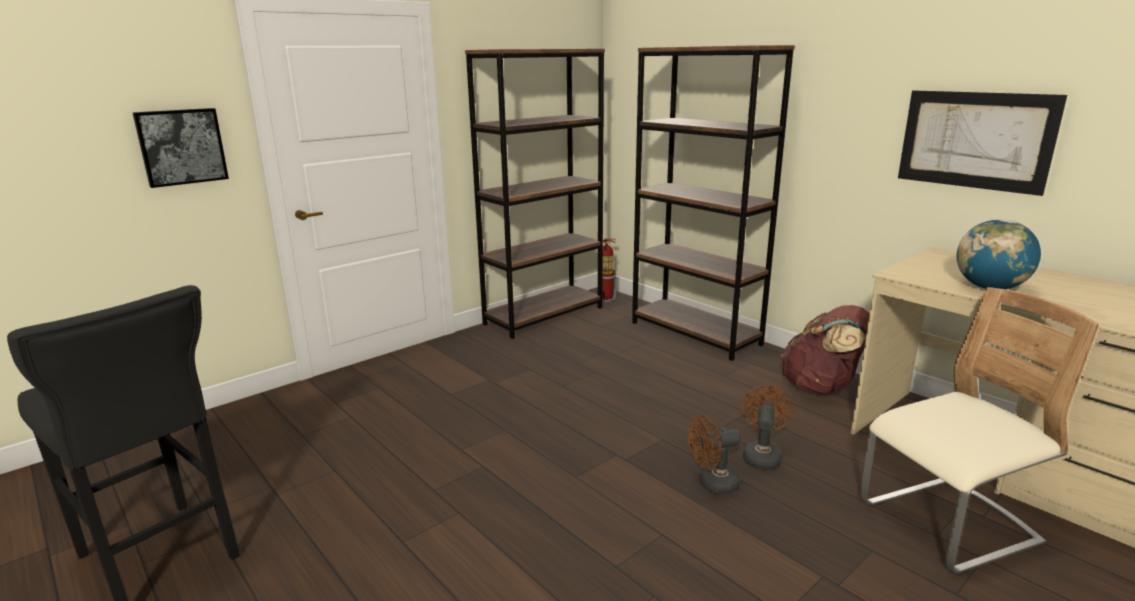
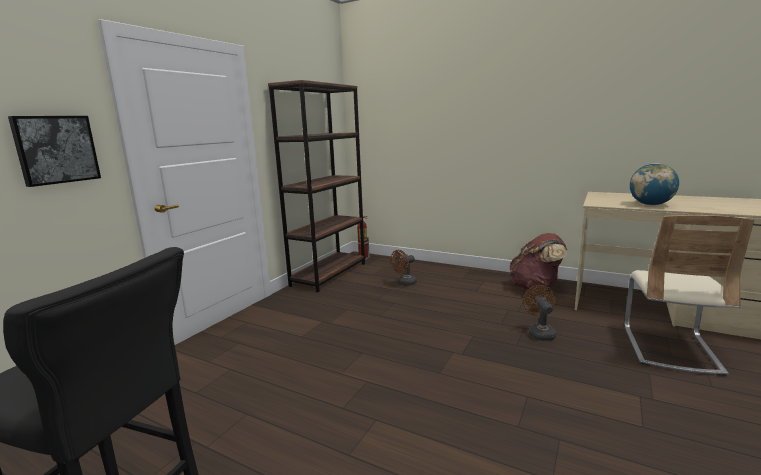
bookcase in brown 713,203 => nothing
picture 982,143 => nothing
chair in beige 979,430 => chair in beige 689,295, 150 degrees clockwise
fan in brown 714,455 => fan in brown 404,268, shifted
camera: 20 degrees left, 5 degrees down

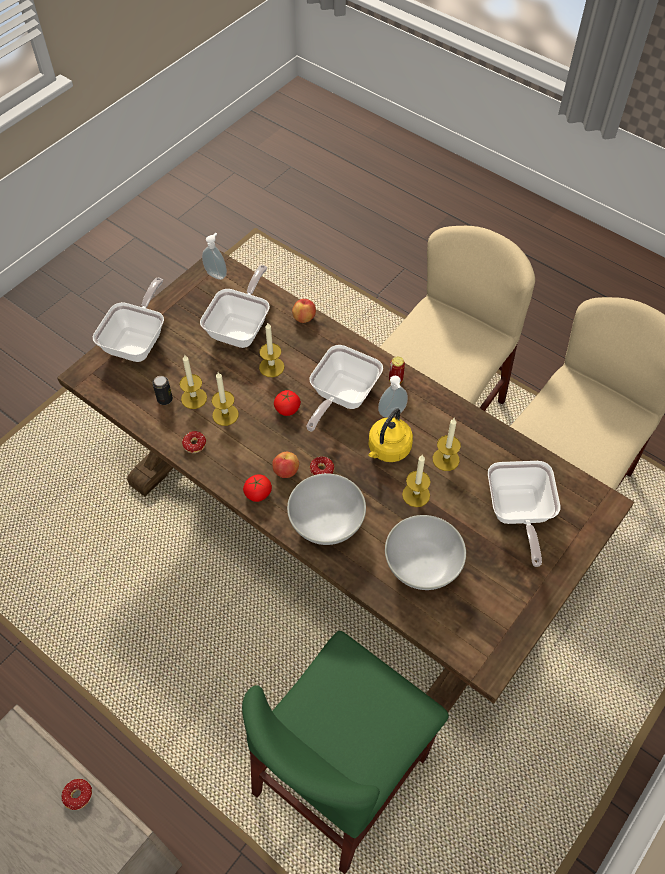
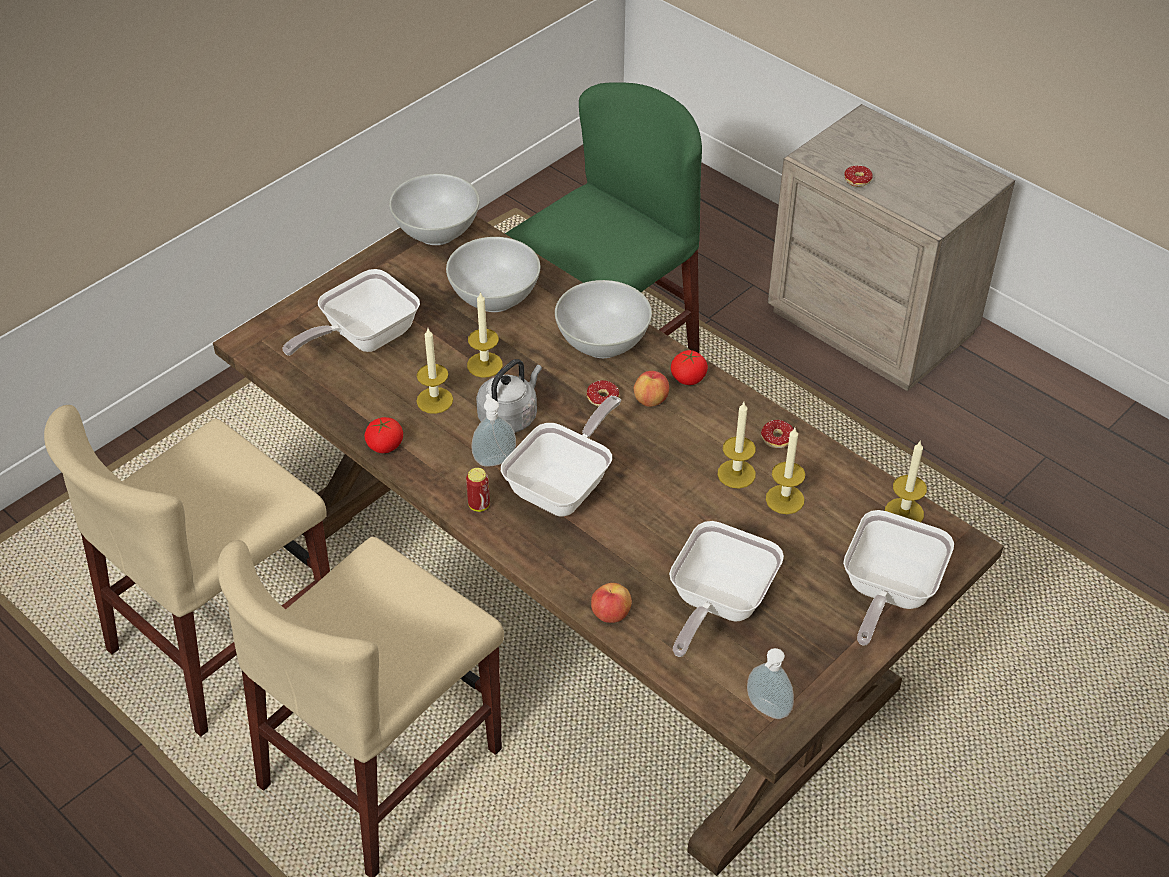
candle 271,350 => candle 906,481, shifted
can 162,390 => nothing
tomato 287,403 => tomato 383,435, shifted
kettle in yellow 390,435 => kettle in grey 509,396
frying pan 524,514 => frying pan 351,312, 135 degrees counterclockwise
nothing => bowl in white 434,209
camera: 175 degrees left, 10 degrees down

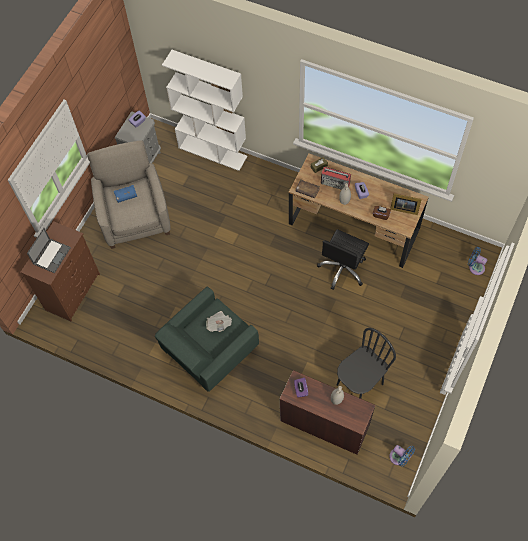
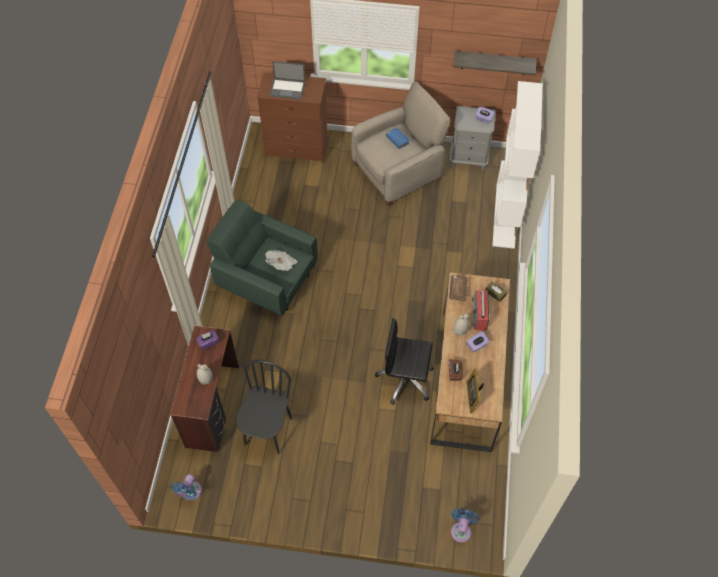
chair in black 366,363 => chair in black 264,407, 105 degrees counterclockwise
nothing => shelf 495,63
camera: 70 degrees right, 5 degrees down

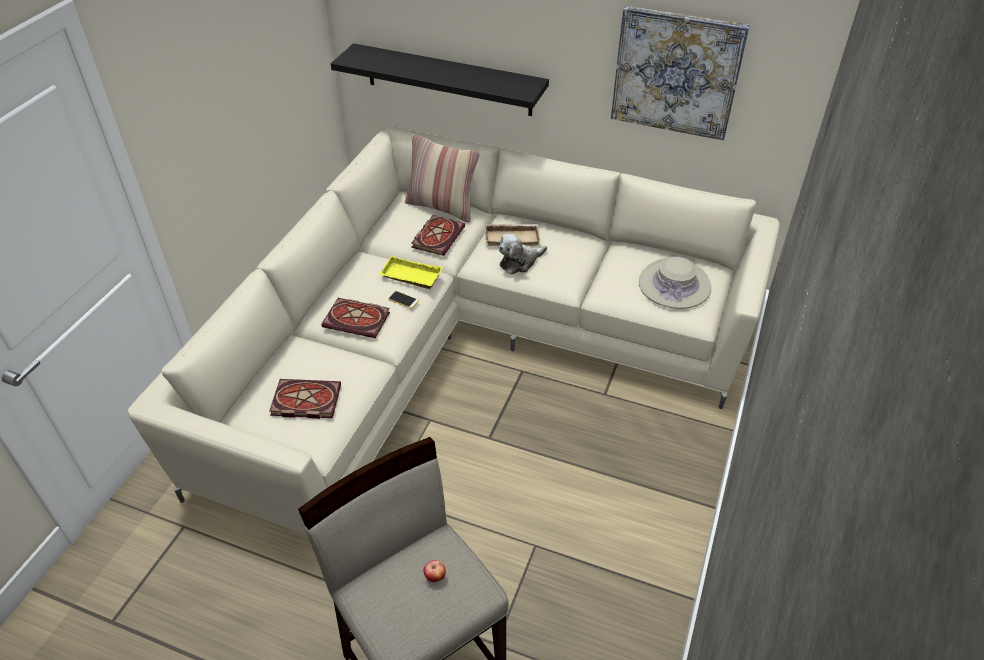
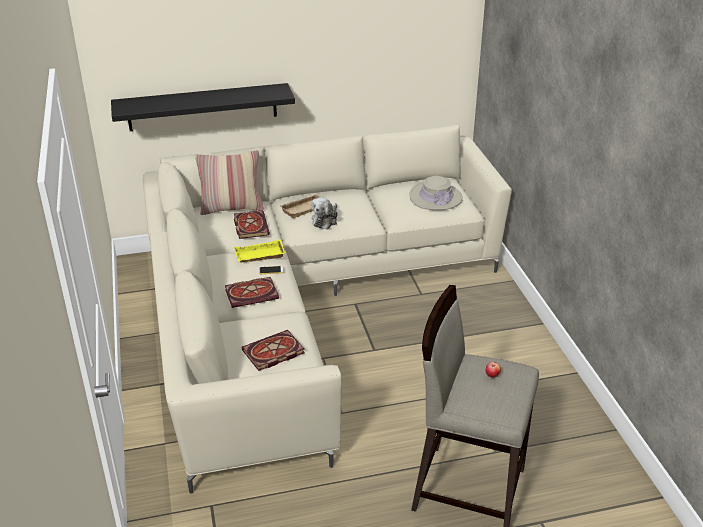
picture 680,73 => nothing
camera: 35 degrees left, 10 degrees down

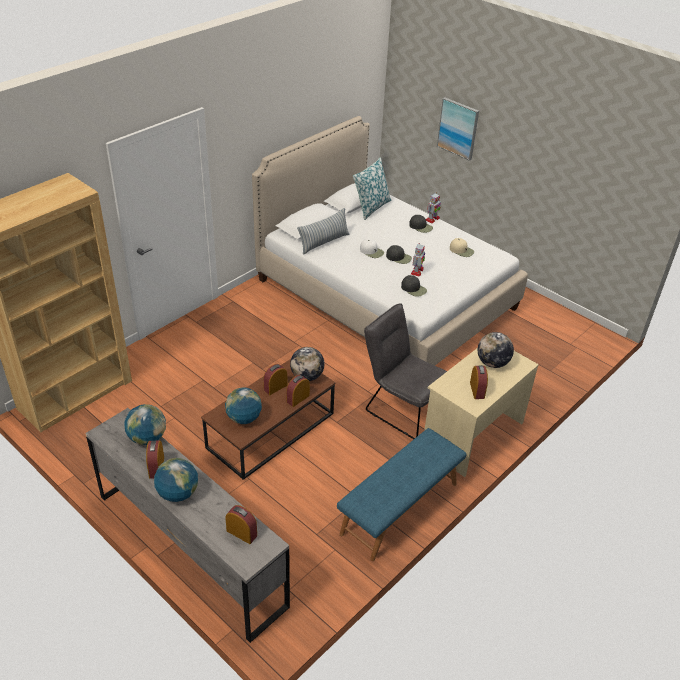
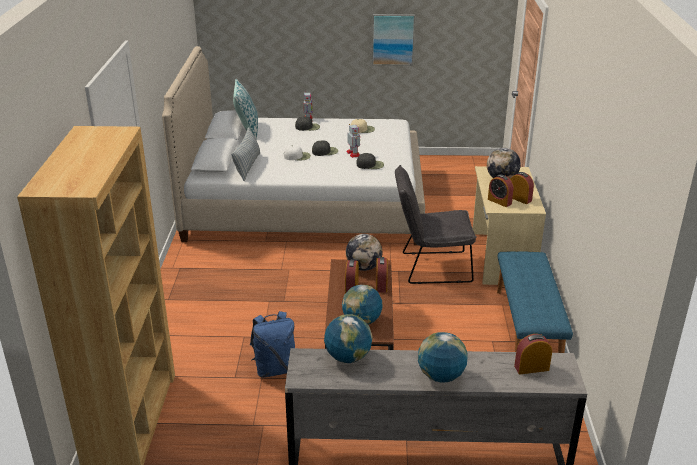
picture 458,129 => picture 393,40, shifted
alarm clock 155,459 => alarm clock 501,191, shifted
nothing => backpack in blue 272,344
camera: 40 degrees left, 10 degrees down

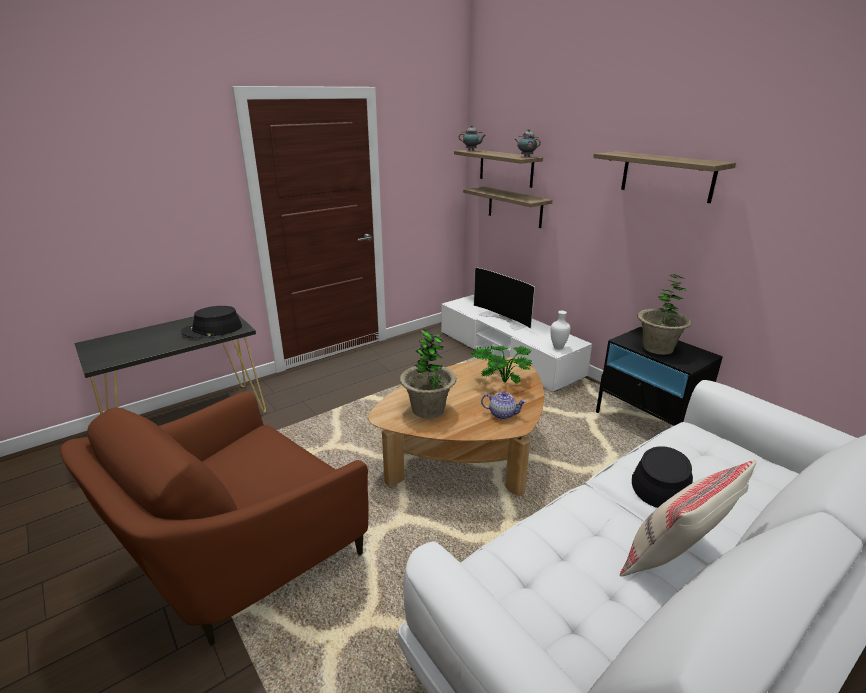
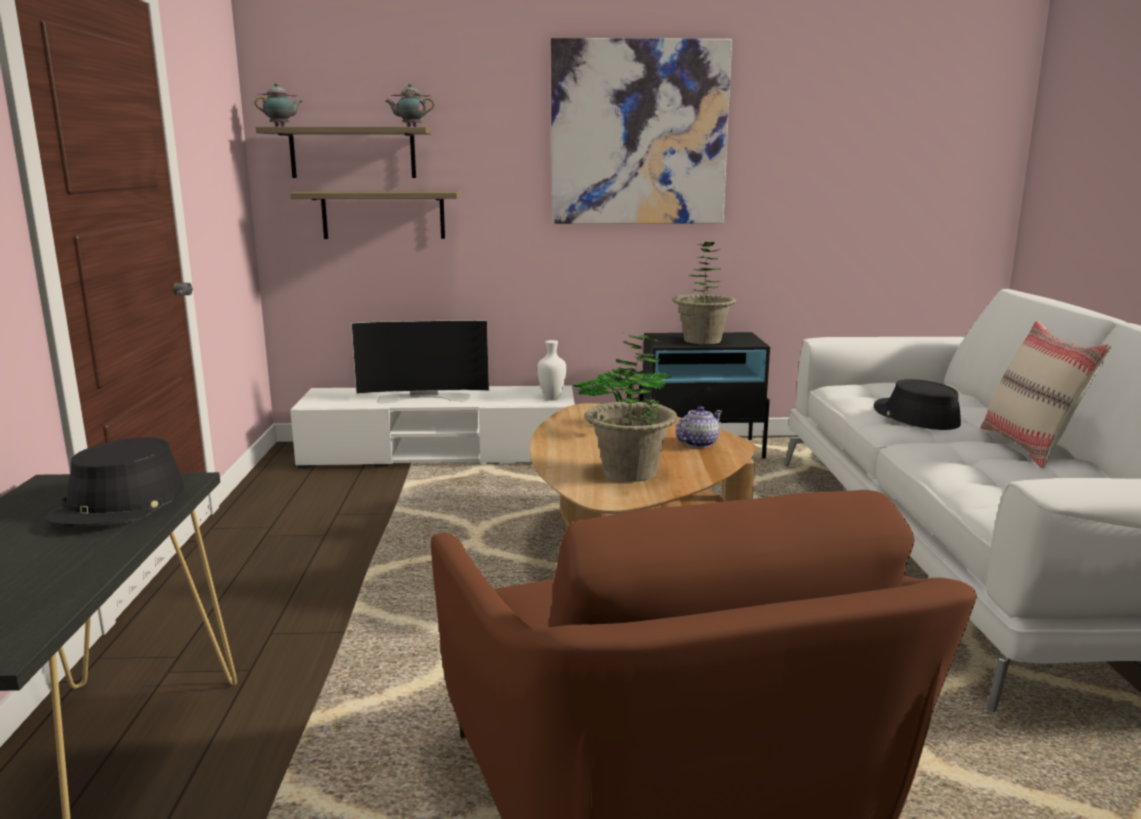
shelf 664,177 => picture 641,131
camera: 55 degrees left, 10 degrees down

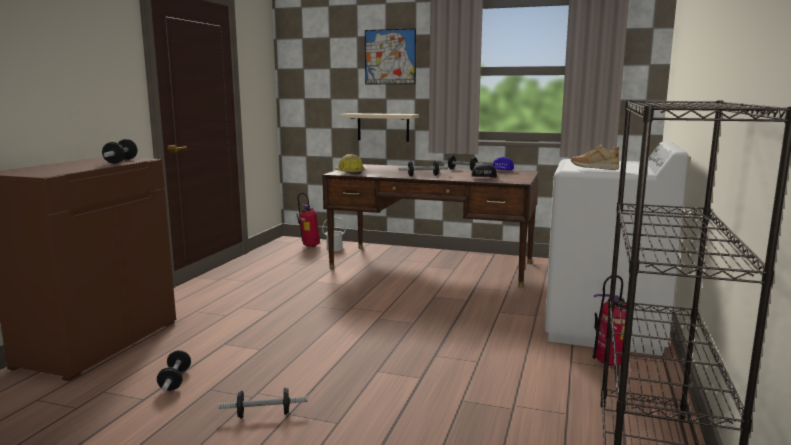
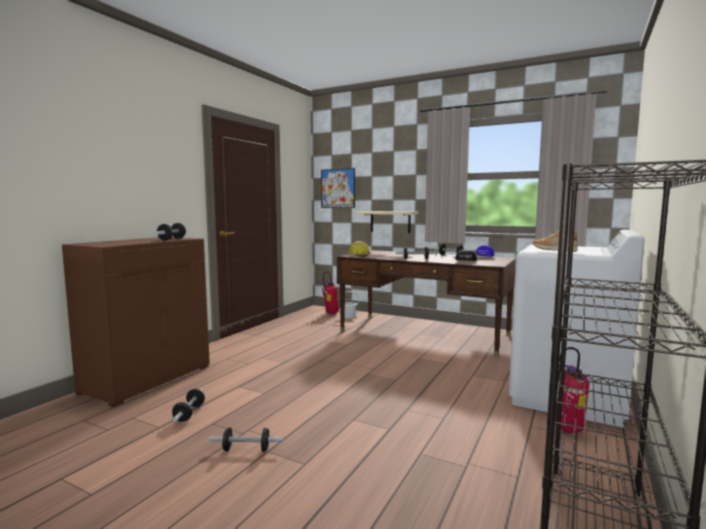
picture 390,56 => picture 338,188, shifted
camera: 10 degrees right, 5 degrees down

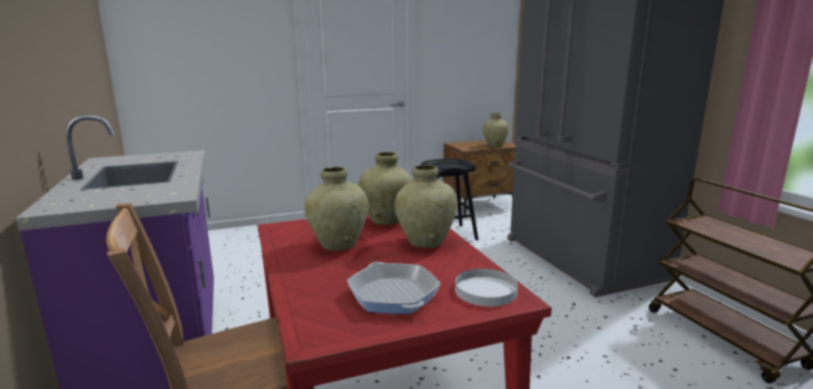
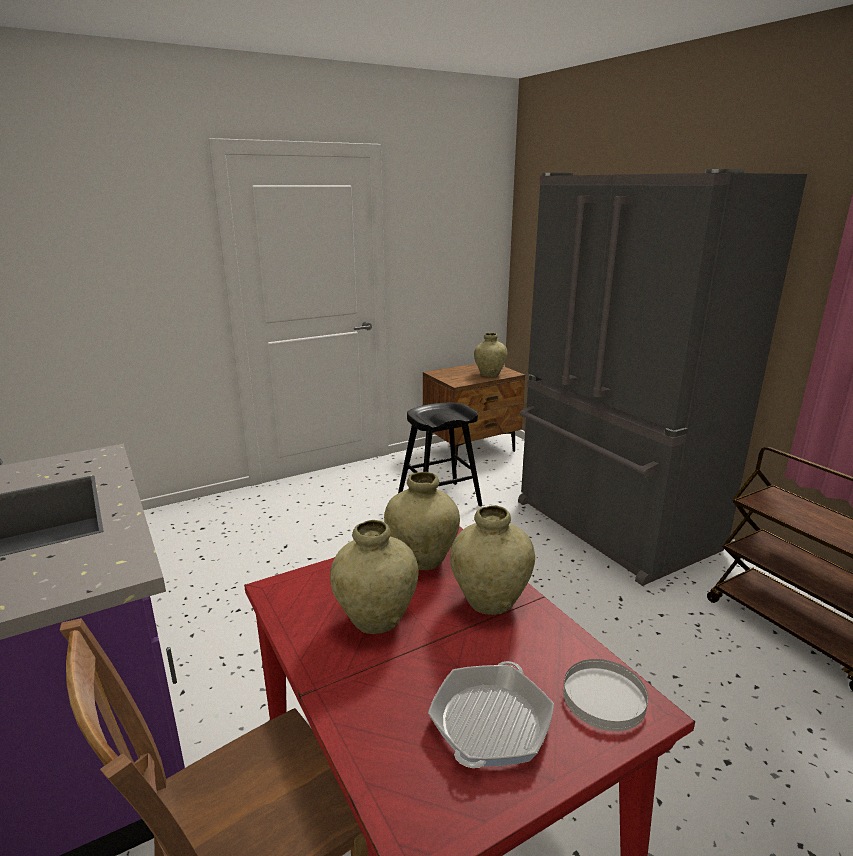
frying pan 394,288 => frying pan 491,714, 60 degrees clockwise
camera: 10 degrees left, 5 degrees up

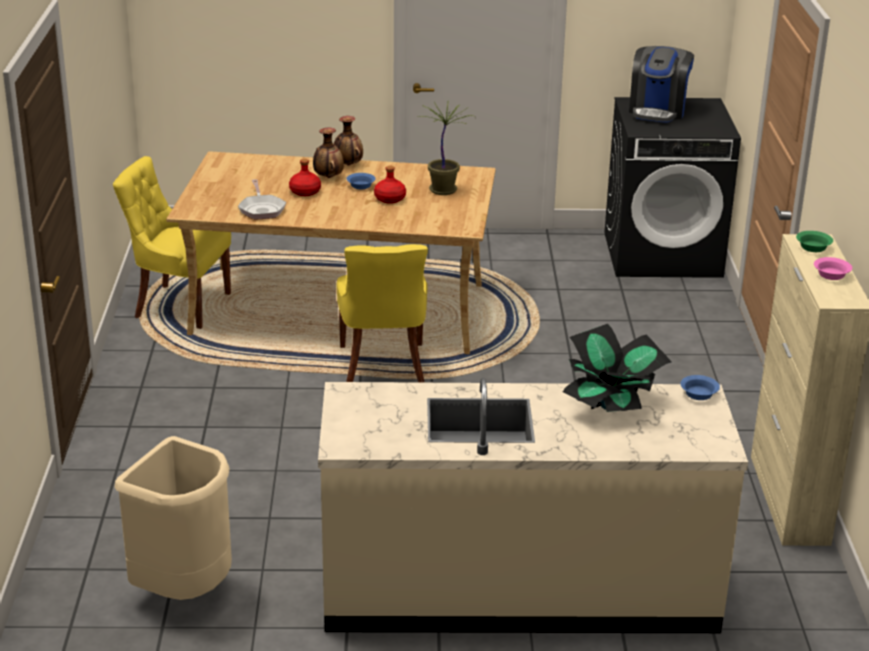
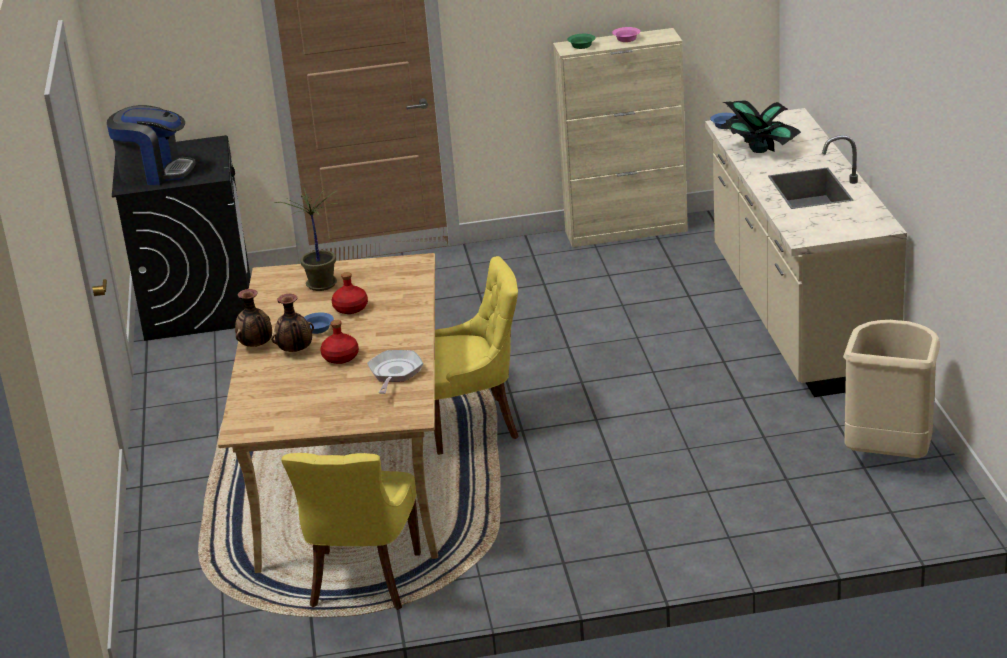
frying pan 262,199 => frying pan 395,372, 60 degrees counterclockwise
camera: 95 degrees left, 0 degrees up

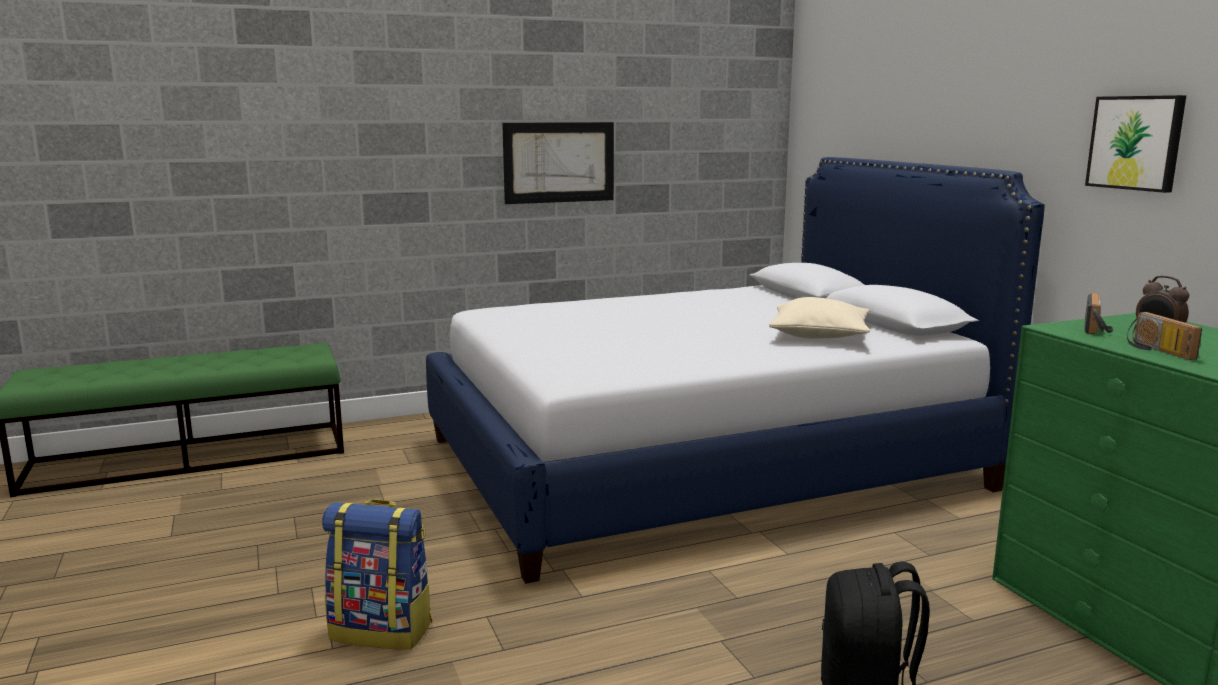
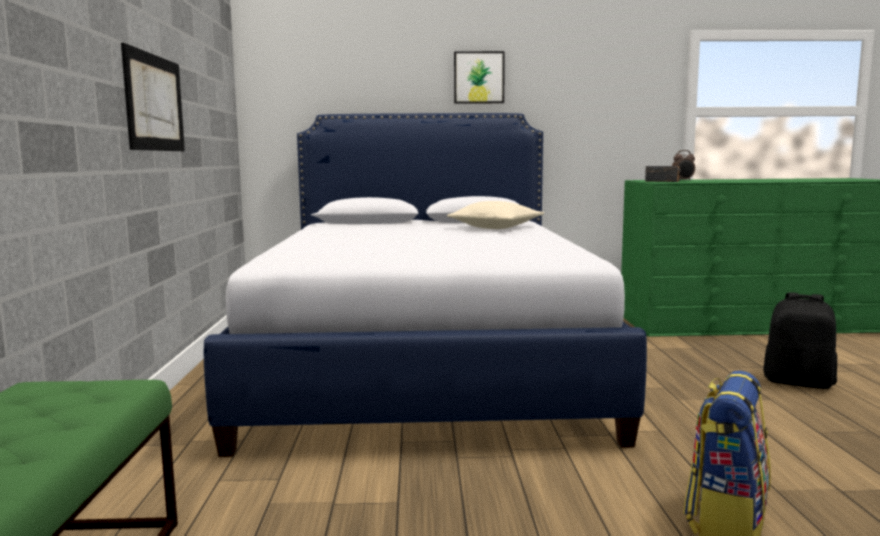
picture 1135,144 => picture 479,77, shifted
radio 1164,336 => nothing
camera: 70 degrees left, 5 degrees down

